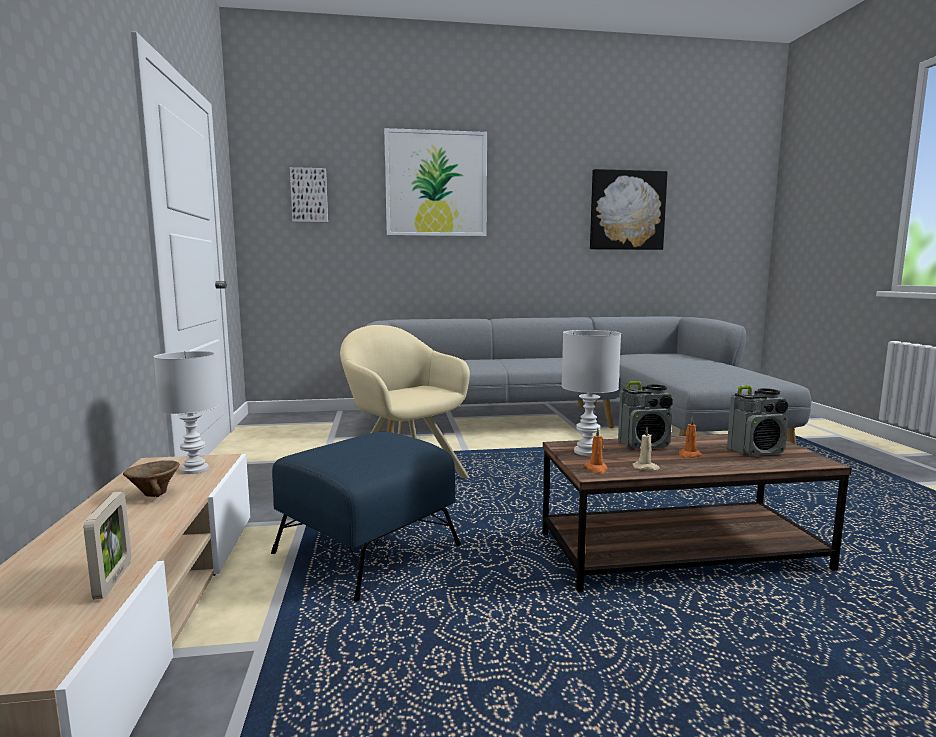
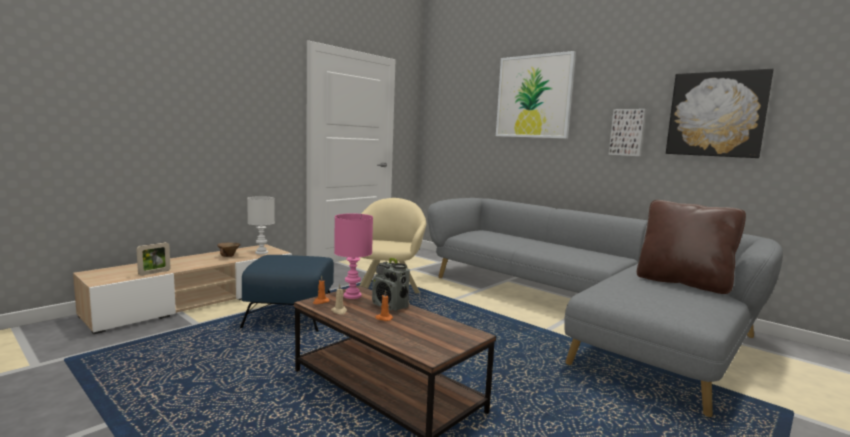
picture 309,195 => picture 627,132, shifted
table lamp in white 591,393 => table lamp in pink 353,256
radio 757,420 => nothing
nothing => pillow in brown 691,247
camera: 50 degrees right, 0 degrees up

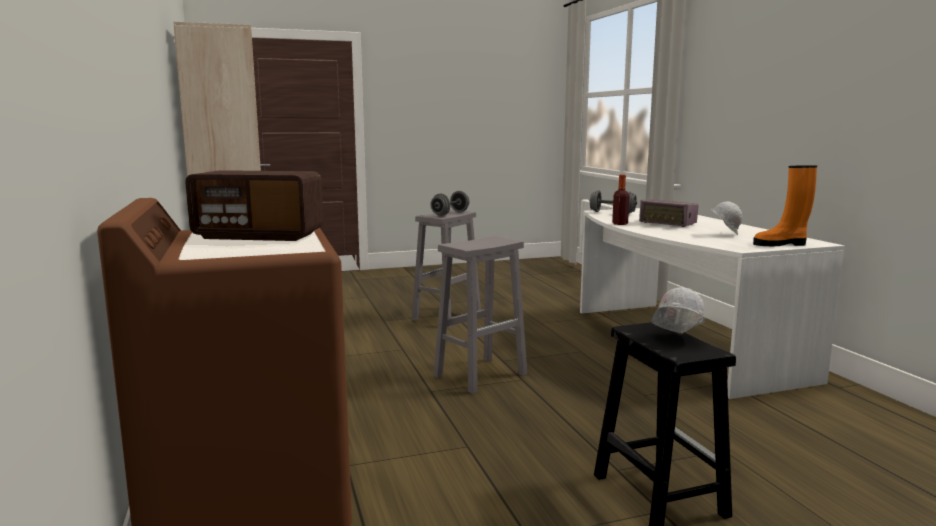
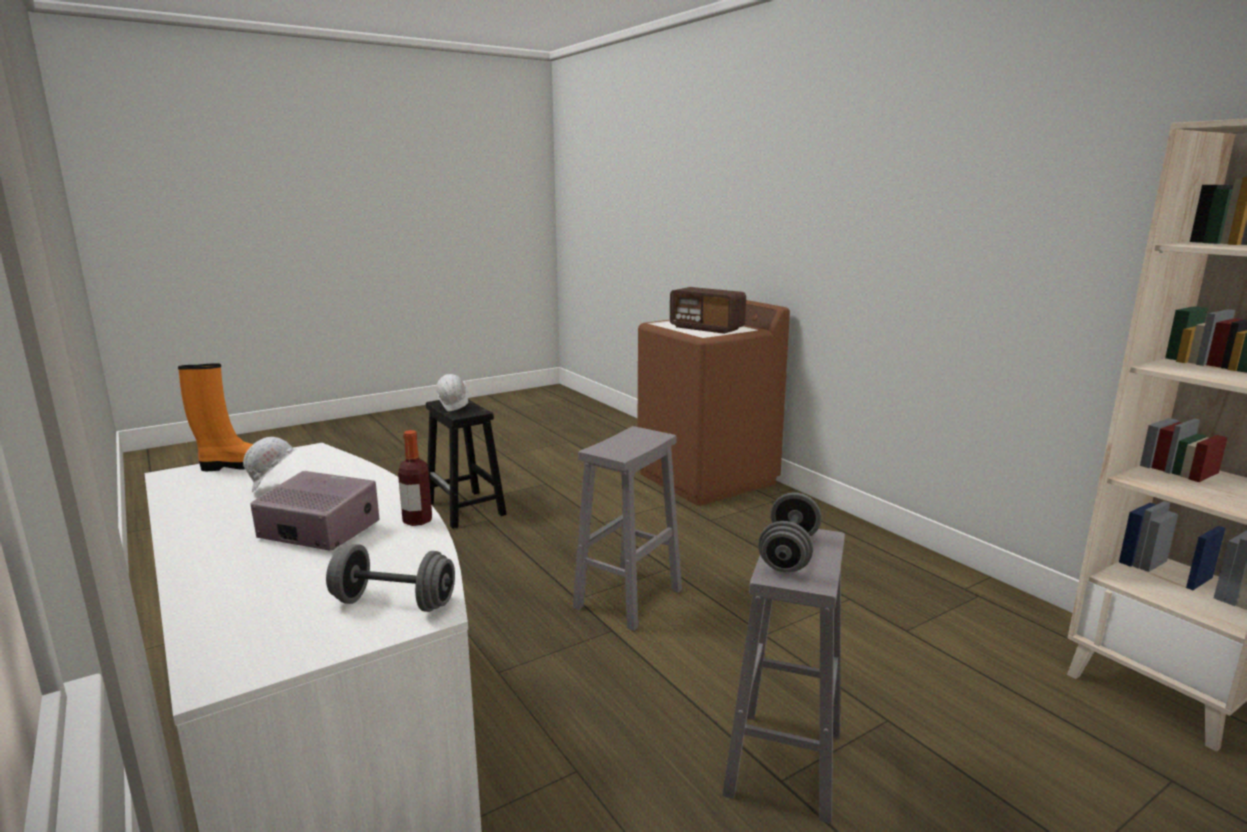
radio 254,205 => radio 708,310, 135 degrees counterclockwise
camera: 165 degrees right, 5 degrees up

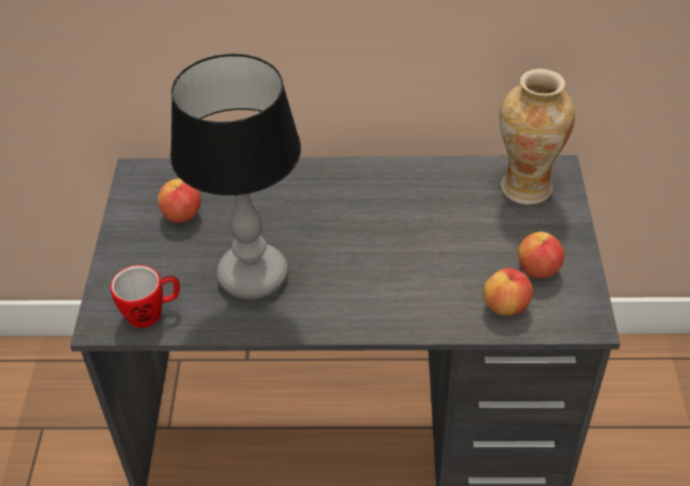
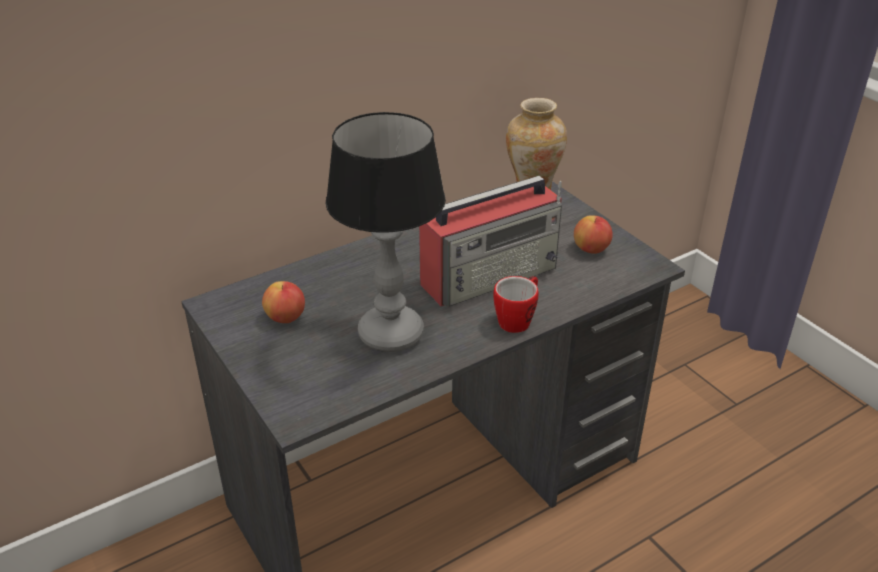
mug 145,296 => mug 516,304, shifted
apple 508,291 => nothing
nothing => radio 490,241
camera: 35 degrees left, 10 degrees down

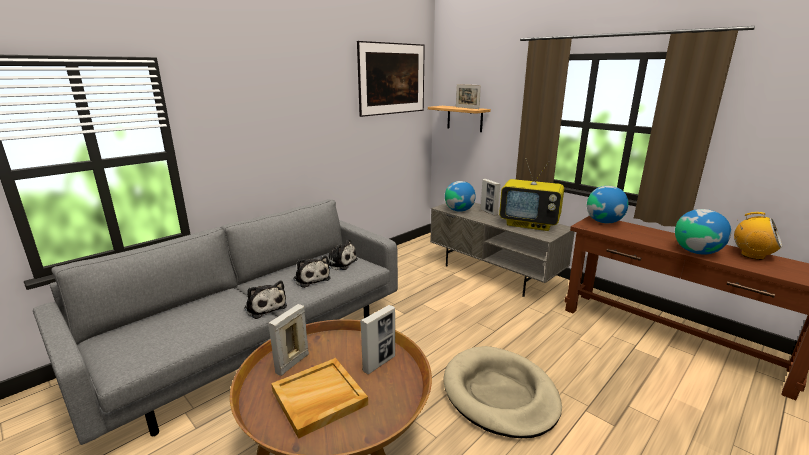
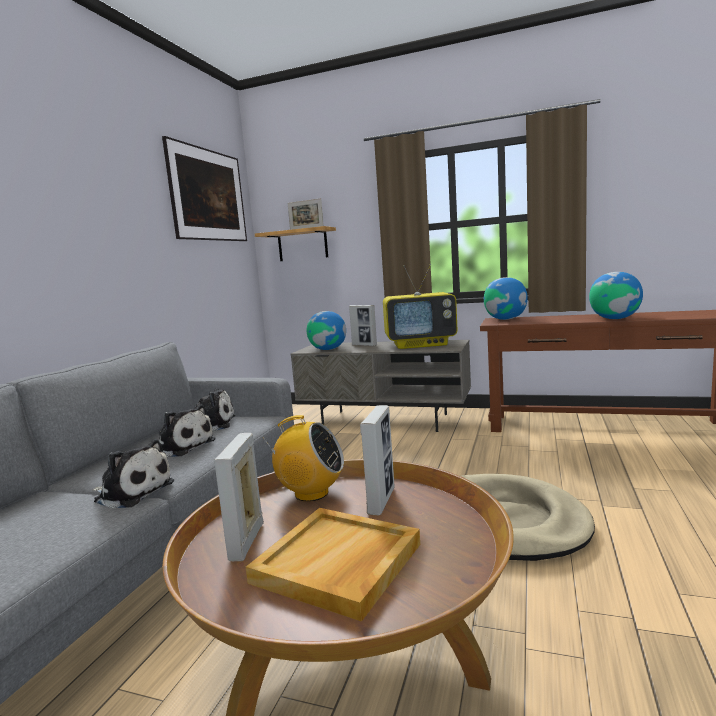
radio 758,236 => radio 303,458, shifted
camera: 25 degrees left, 10 degrees down

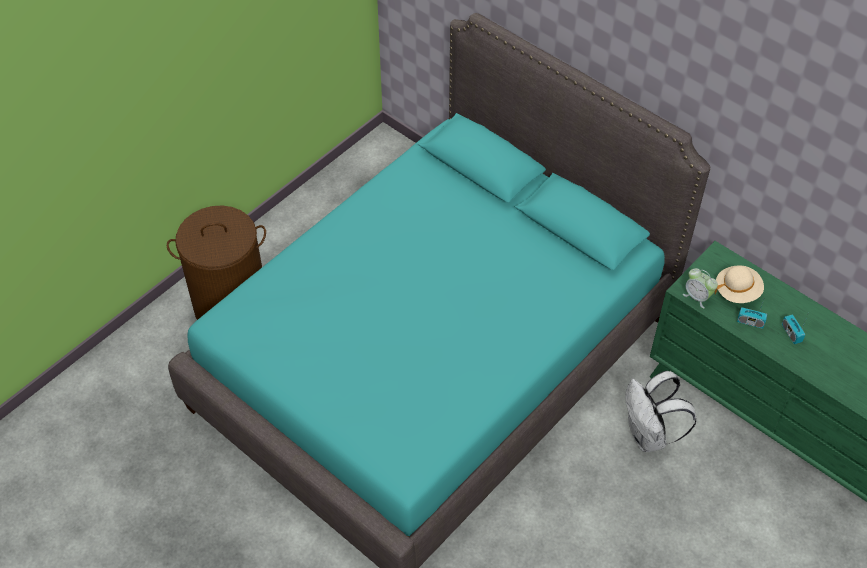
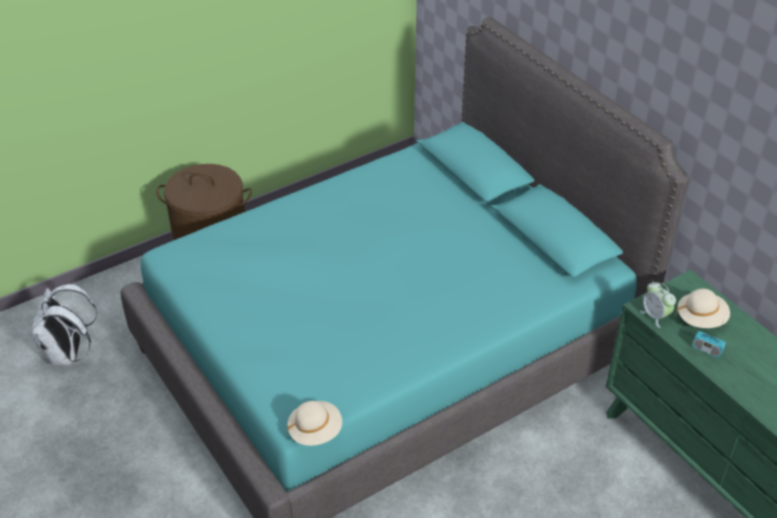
radio 795,329 => nothing
backpack in white 660,411 => backpack in white 64,324, shifted
nothing => hat in beige 314,423
camera: 15 degrees right, 10 degrees down

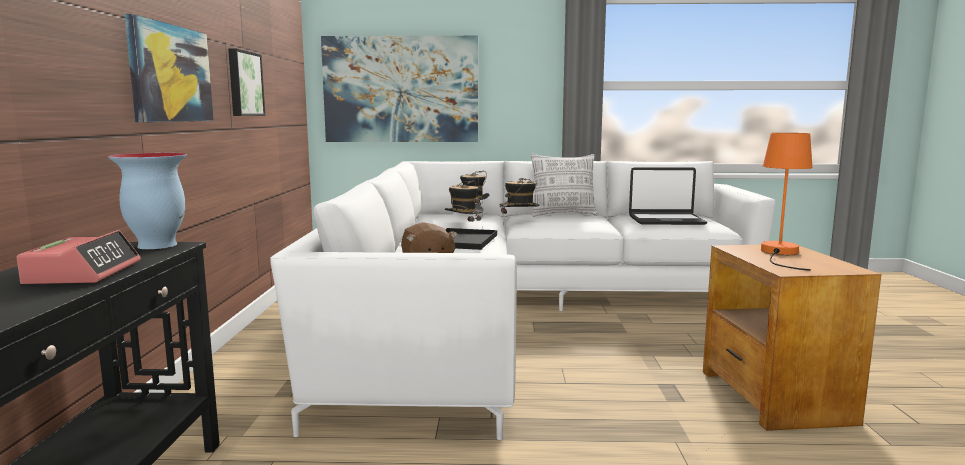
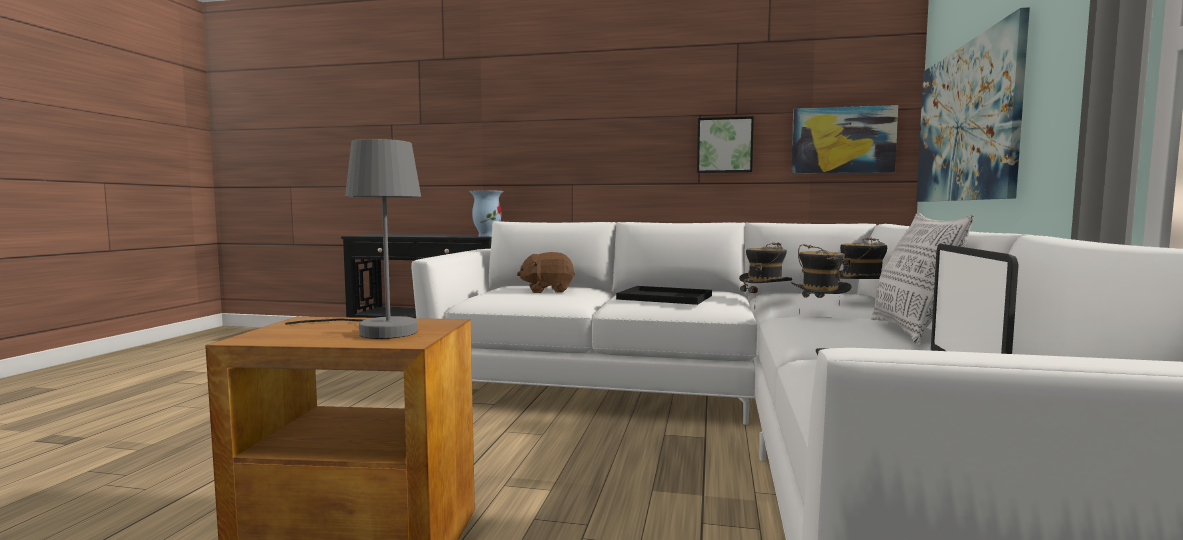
picture 169,68 => picture 845,139, shifted
table lamp in orange 786,202 => table lamp in grey 353,239
alarm clock 79,257 => nothing
camera: 100 degrees right, 5 degrees down

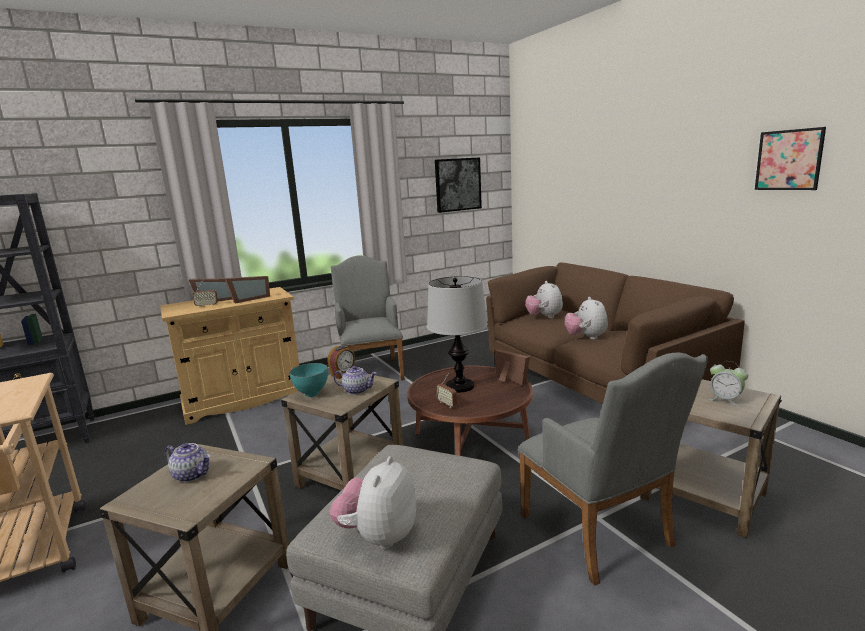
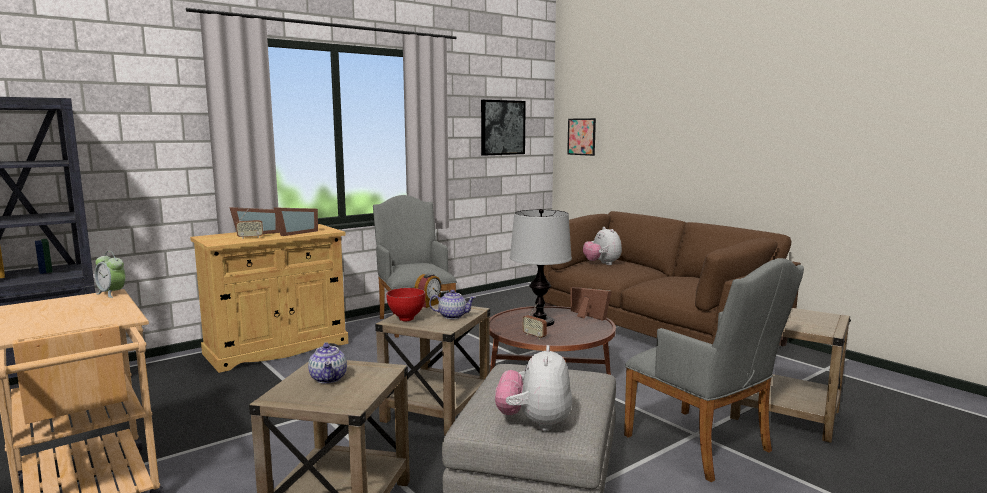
picture 790,158 => picture 581,137, shifted
plush toy 586,318 => nothing
alarm clock 728,384 => alarm clock 110,274, shifted
bowl in turquoise 309,380 => bowl in red 405,304
teapot 187,462 => teapot 327,362, 60 degrees clockwise
camera: 10 degrees left, 5 degrees down

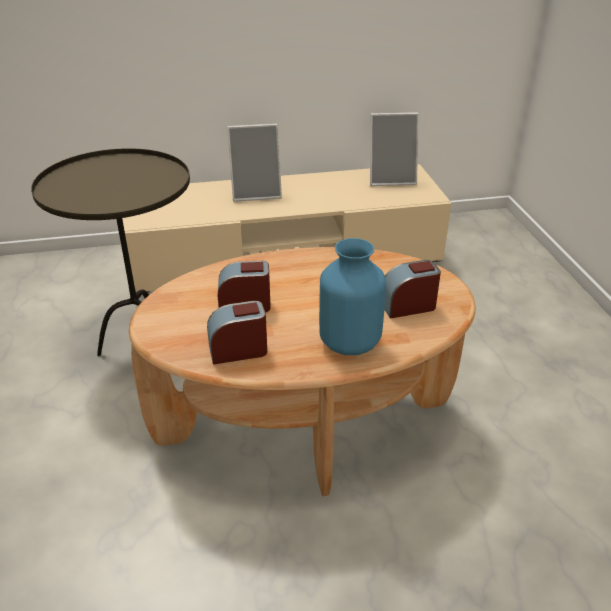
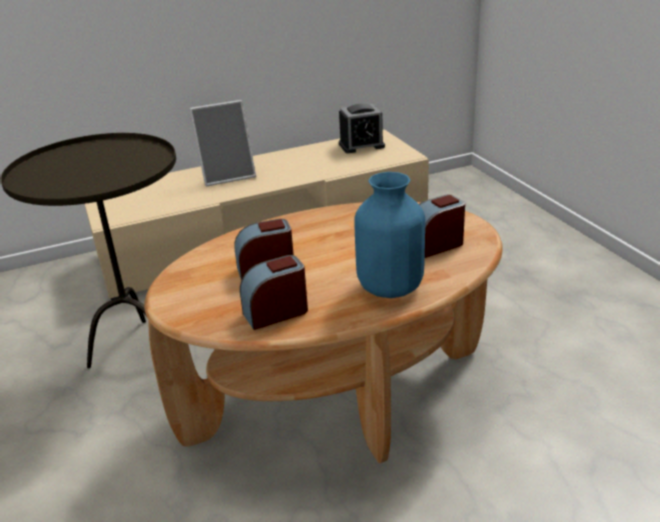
picture frame 394,149 => alarm clock 362,128
camera: 10 degrees left, 5 degrees down

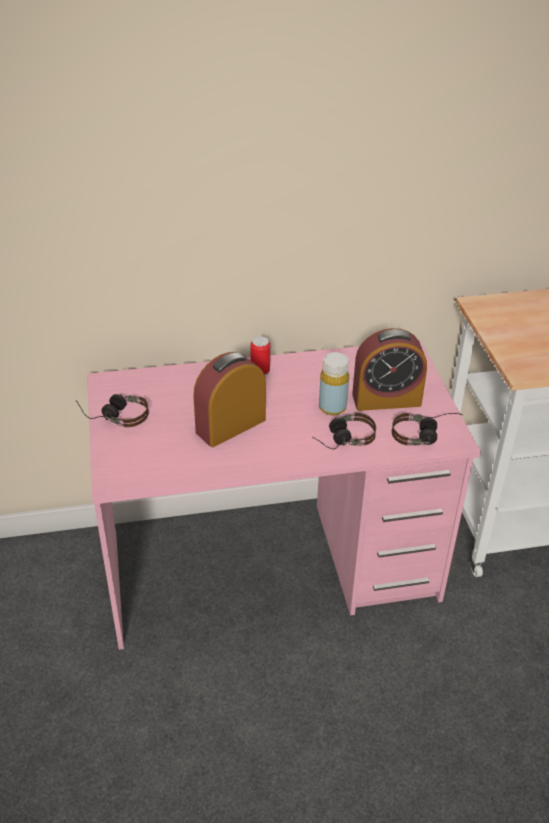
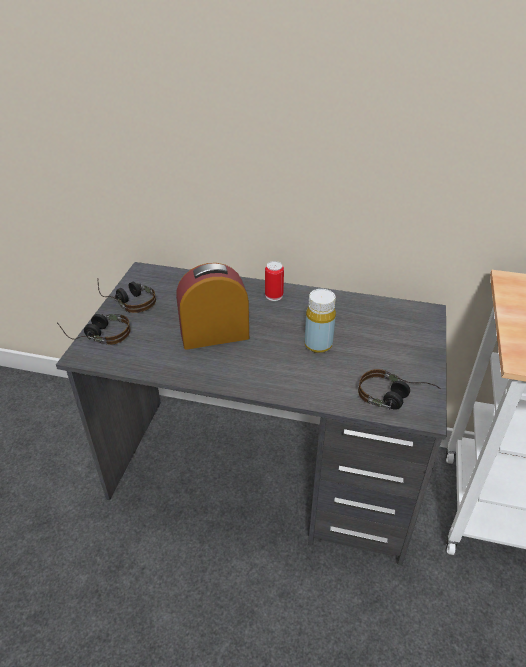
alarm clock 389,369 => nothing
desk in pink 284,495 => desk in grey 251,414
headphones 344,431 => headphones 94,329, shifted
camera: 25 degrees right, 0 degrees up

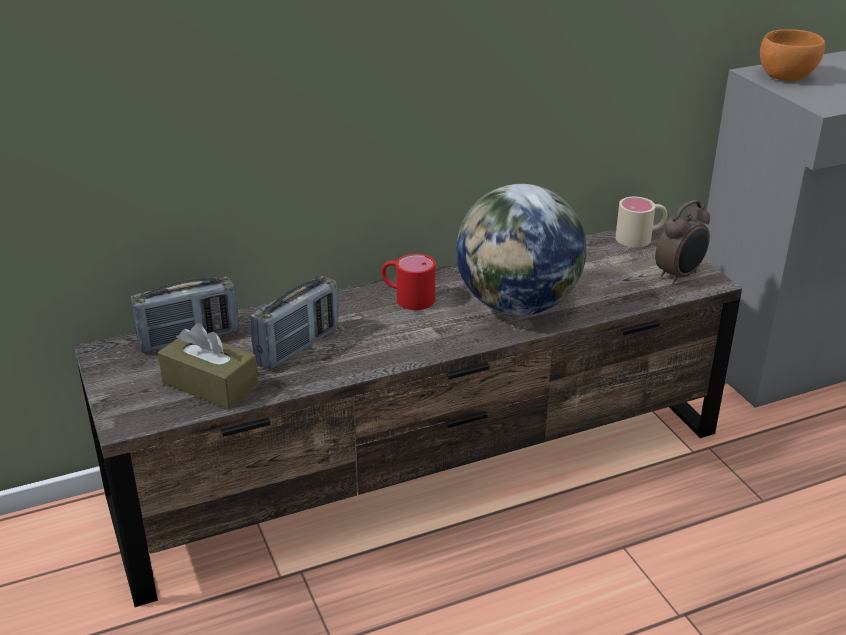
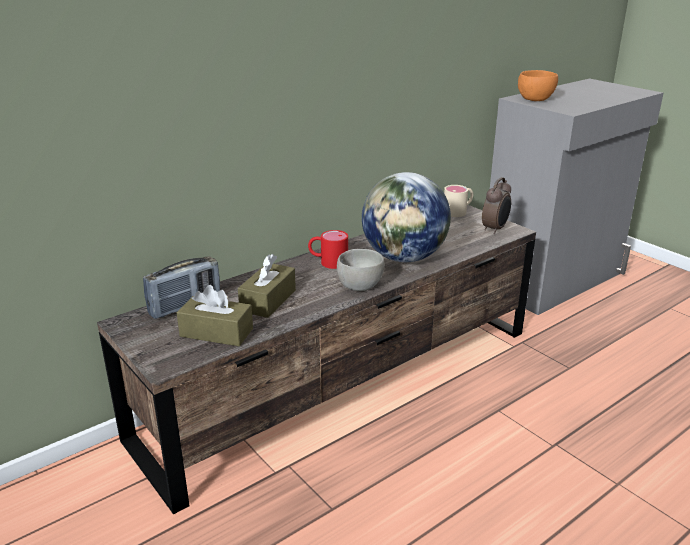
radio 295,322 => tissue box in brown 267,286
nothing => bowl in grey 361,270
camera: 15 degrees left, 5 degrees down

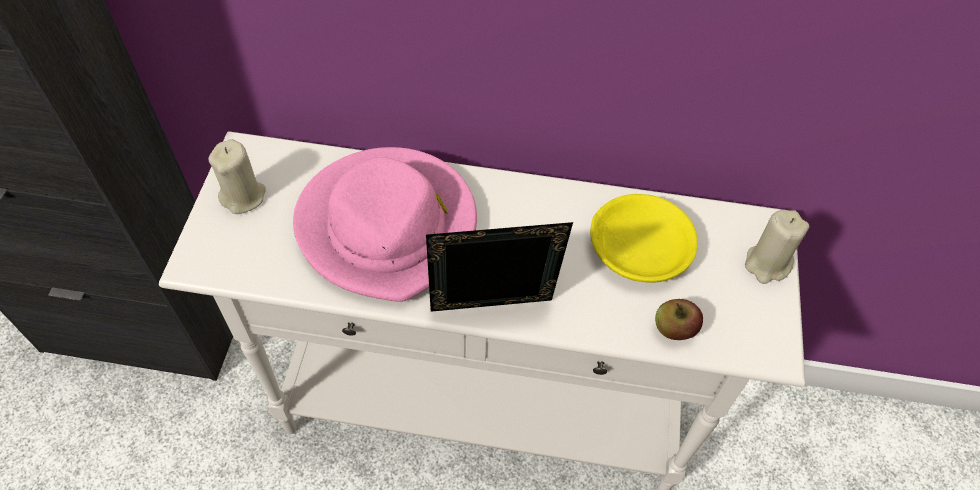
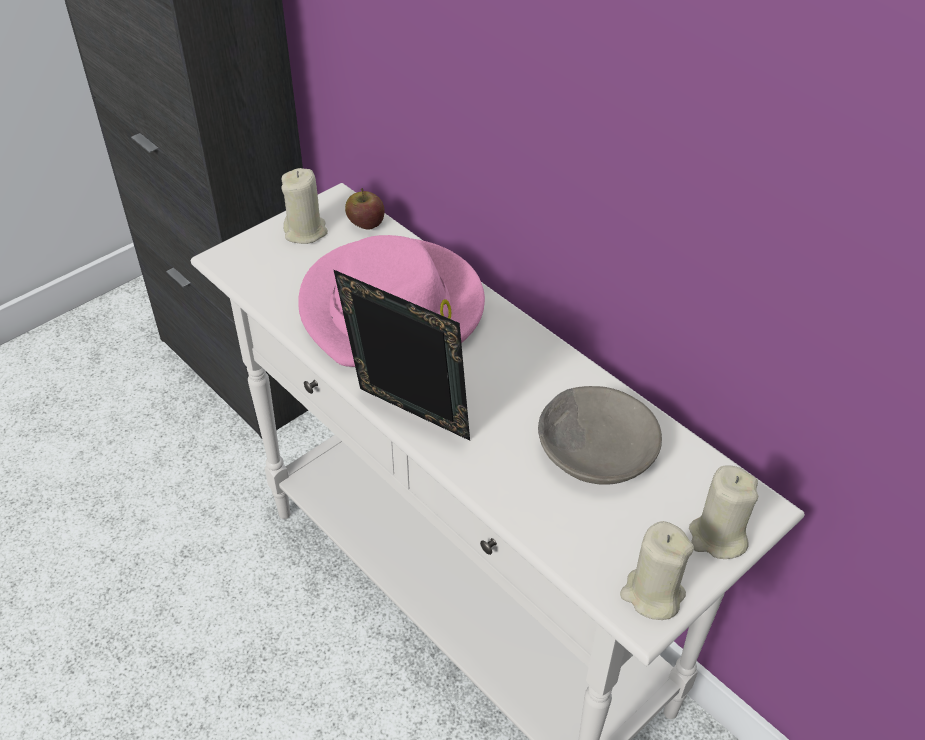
bowl in yellow 644,238 => bowl in grey 600,435
apple 679,319 => apple 365,209, shifted
nothing => candle in beige 657,570
camera: 40 degrees right, 10 degrees down

